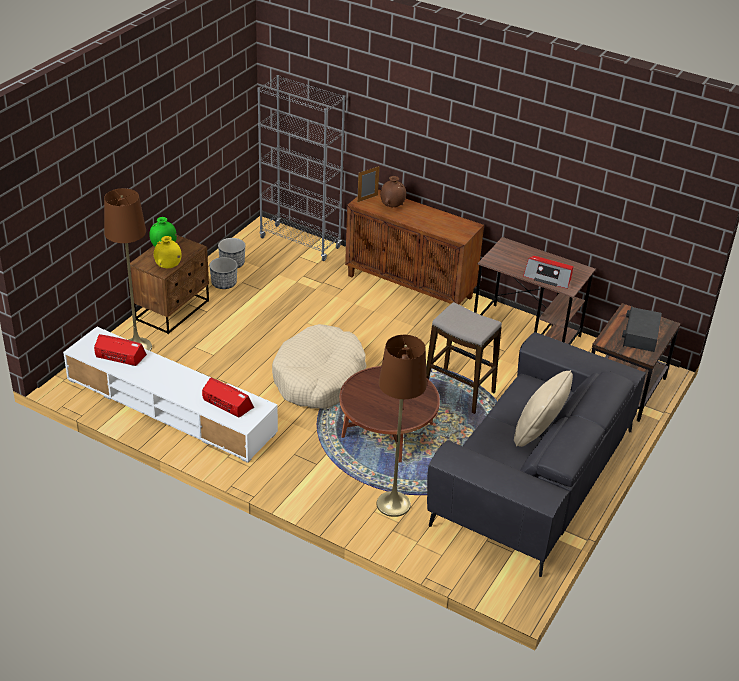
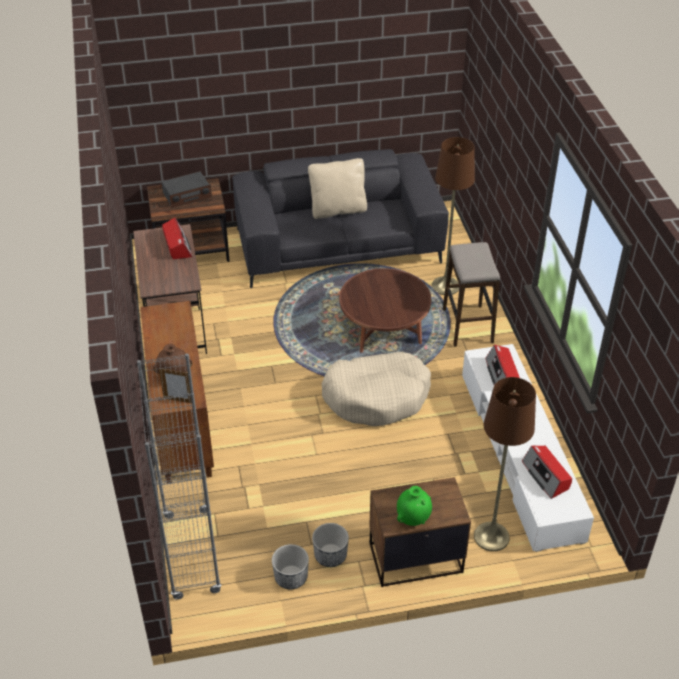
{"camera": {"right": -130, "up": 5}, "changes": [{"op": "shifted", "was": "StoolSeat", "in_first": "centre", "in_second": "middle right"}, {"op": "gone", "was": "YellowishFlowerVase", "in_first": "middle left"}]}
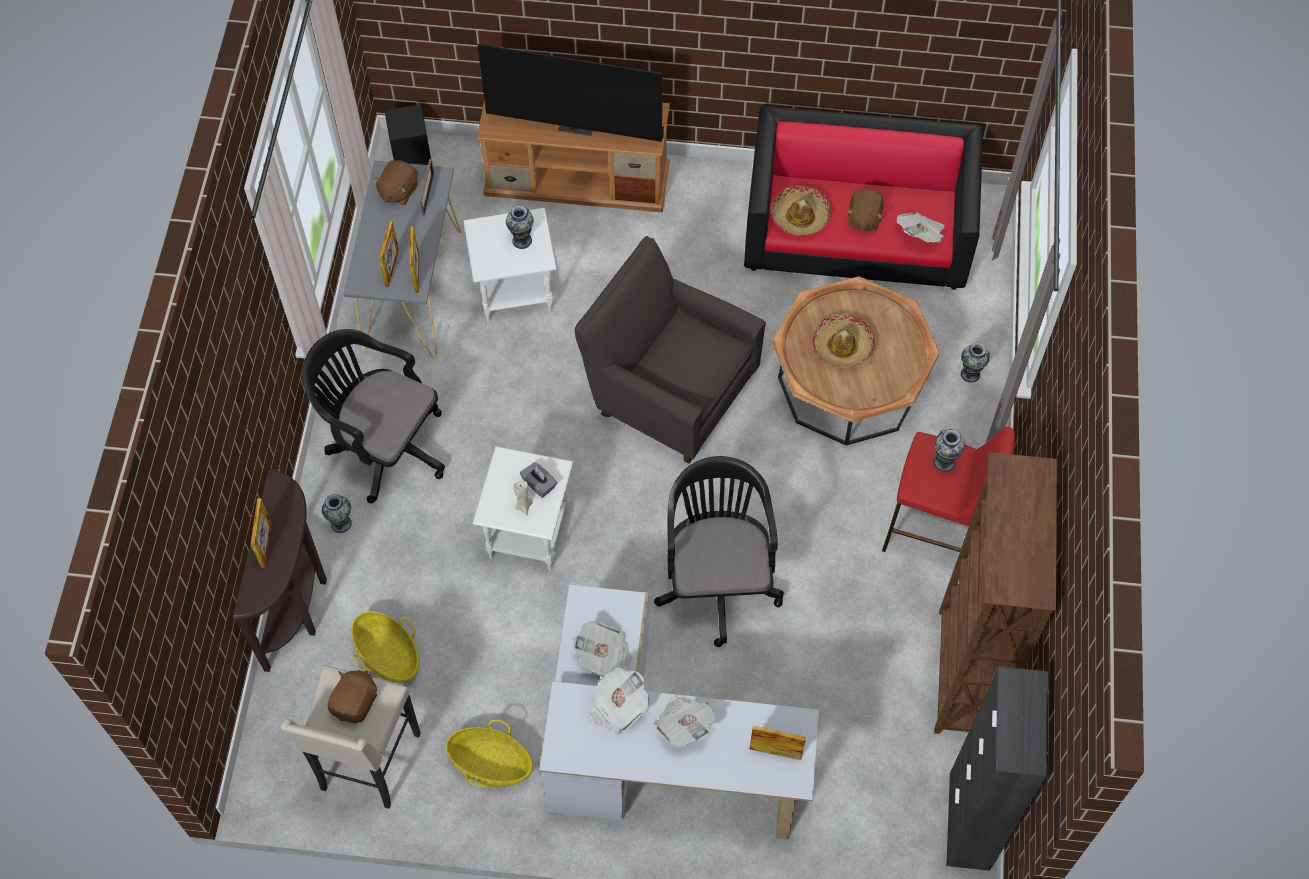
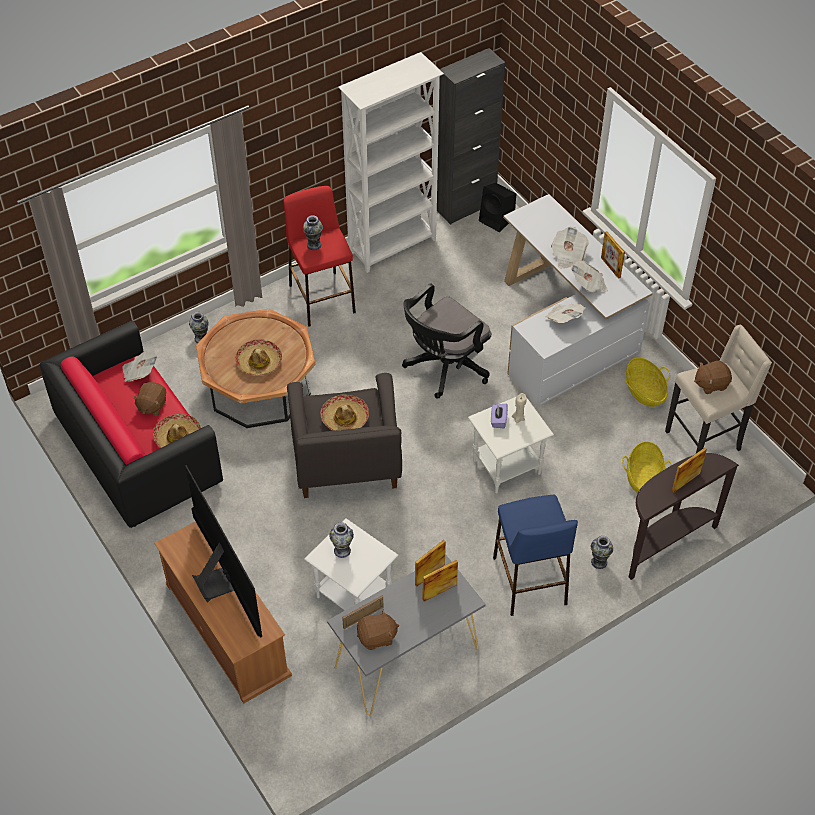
{"camera": {"right": -130, "up": -10}, "changes": [{"op": "rotated", "was": "BrownColouredSoftToy (no. 3 from left in the first image)", "in_first": "top centre", "in_second": "middle left", "clockwise": 135}, {"op": "new", "now": "WearableHat (no. 3 from left)", "in_second": "centre"}, {"op": "repainted", "was": "BrownColouredShelvingUnit", "now": "WhitishShelvingUnit", "in_first": "bottom right", "in_second": "top centre"}, {"op": "shifted", "was": "BlackColouredSpeaker", "in_first": "top left", "in_second": "top centre"}, {"op": "repainted", "was": "GreyTissueHolder", "now": "PurpleColouredTissueHolder", "in_first": "centre", "in_second": "centre"}, {"op": "swapped", "was": "BlackColouredOfficeChair (no. 1 from left)", "now": "BlueStoolSeat", "in_first": "middle left", "in_second": "bottom centre"}, {"op": "shifted", "was": "PhotoFrame (no. 5 from left in the first image)", "now": "PhotoFrame (no. 4 from left)", "in_first": "bottom centre", "in_second": "top right"}]}
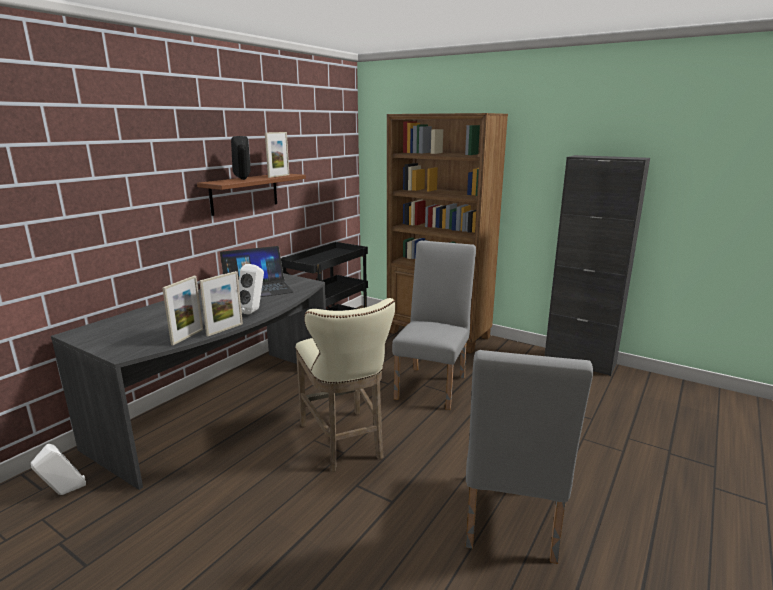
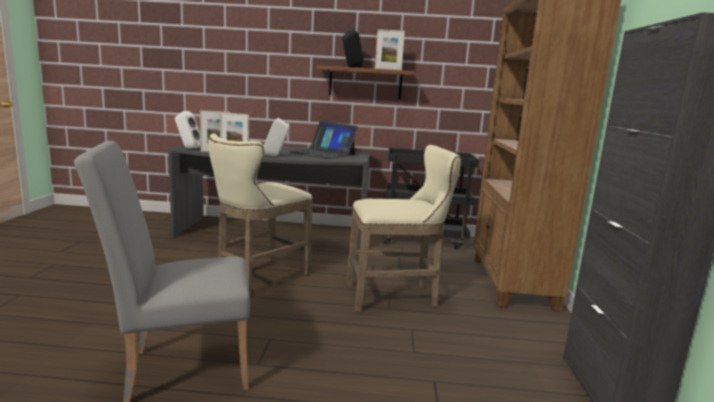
{"camera": {"right": 60, "up": -5}, "changes": [{"op": "shifted", "was": "WhitishSpeaker (no. 1 from left)", "in_first": "bottom left", "in_second": "top left"}, {"op": "swapped", "was": "GreyPlainChair (no. 1 from left)", "now": "BeigeStoolSeat (no. 2 from left)", "in_first": "centre", "in_second": "centre"}]}
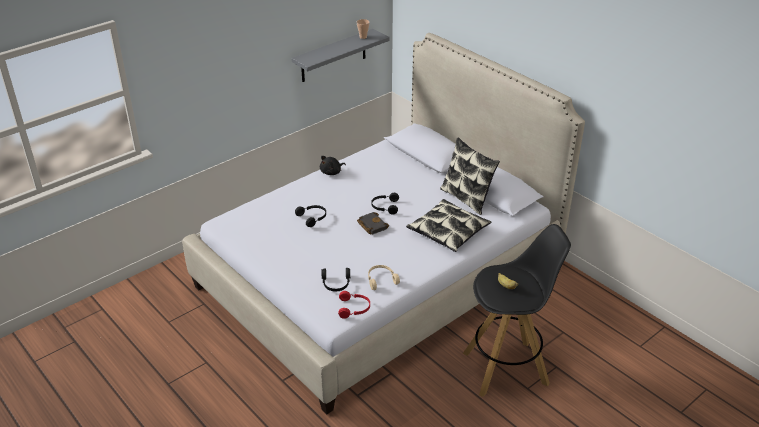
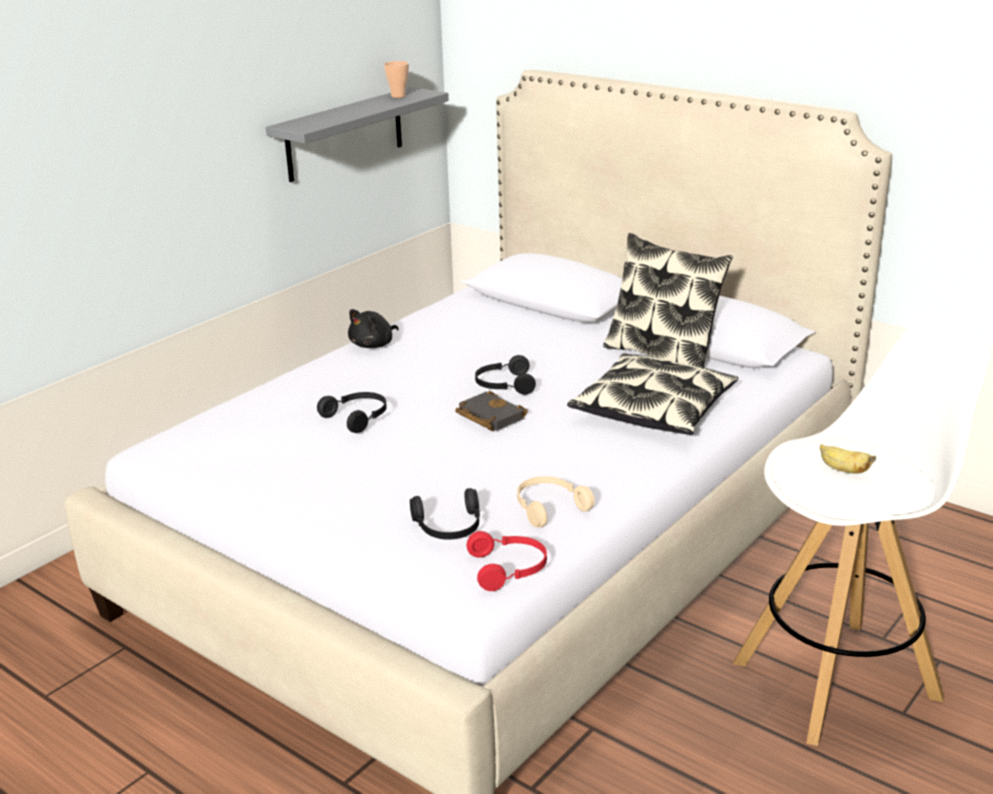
{"camera": {"right": -10, "up": -10}, "changes": [{"op": "repainted", "was": "BlackColouredStoolSeat", "now": "WhitishStoolSeat", "in_first": "bottom right", "in_second": "bottom right"}]}
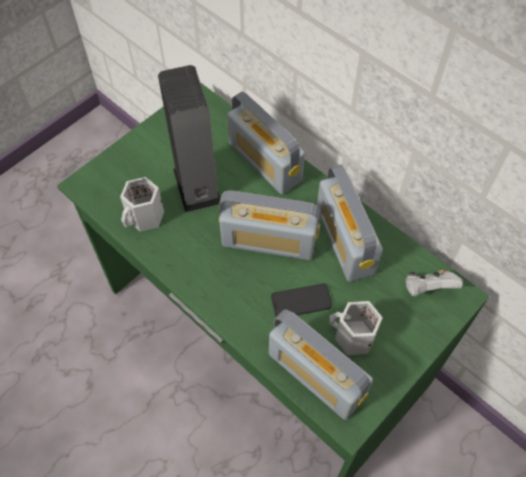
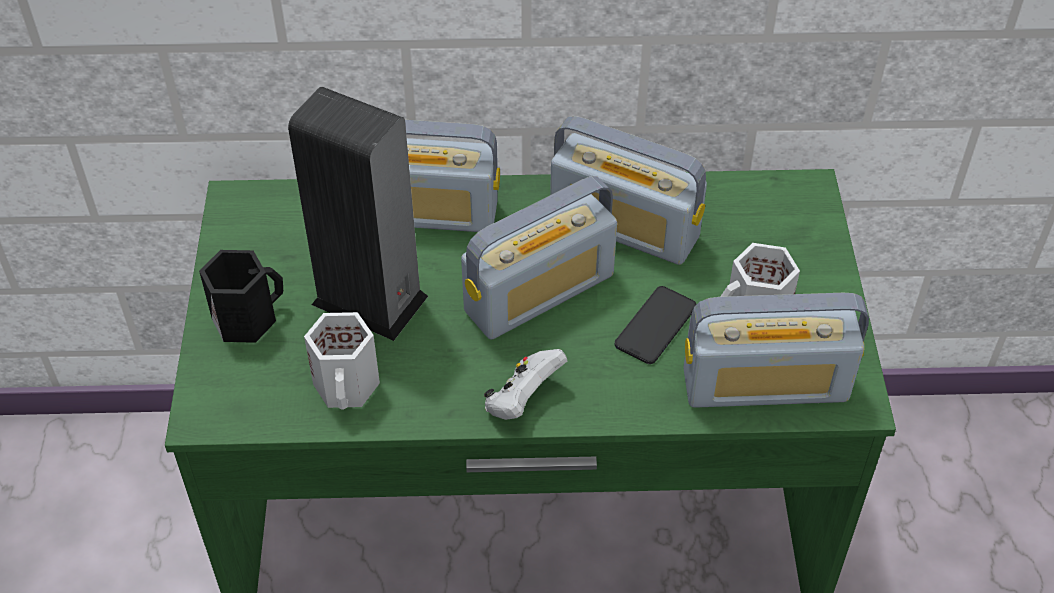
{"camera": {"right": -45, "up": -10}, "changes": [{"op": "new", "now": "BlackColouredCoffeeMug", "in_second": "middle left"}, {"op": "shifted", "was": "WhitishGamepad", "in_first": "middle right", "in_second": "centre"}]}
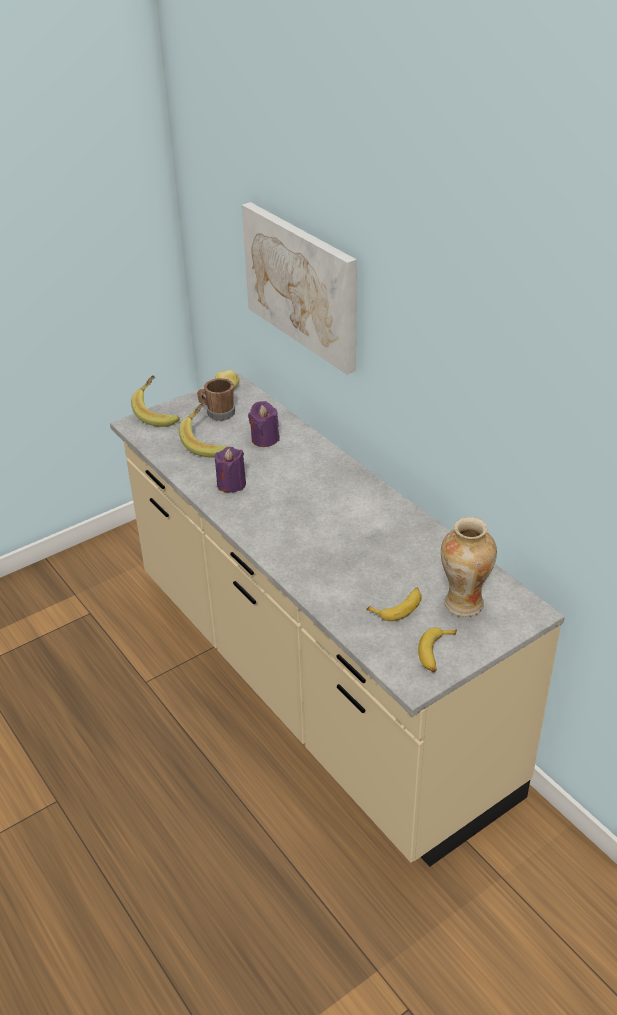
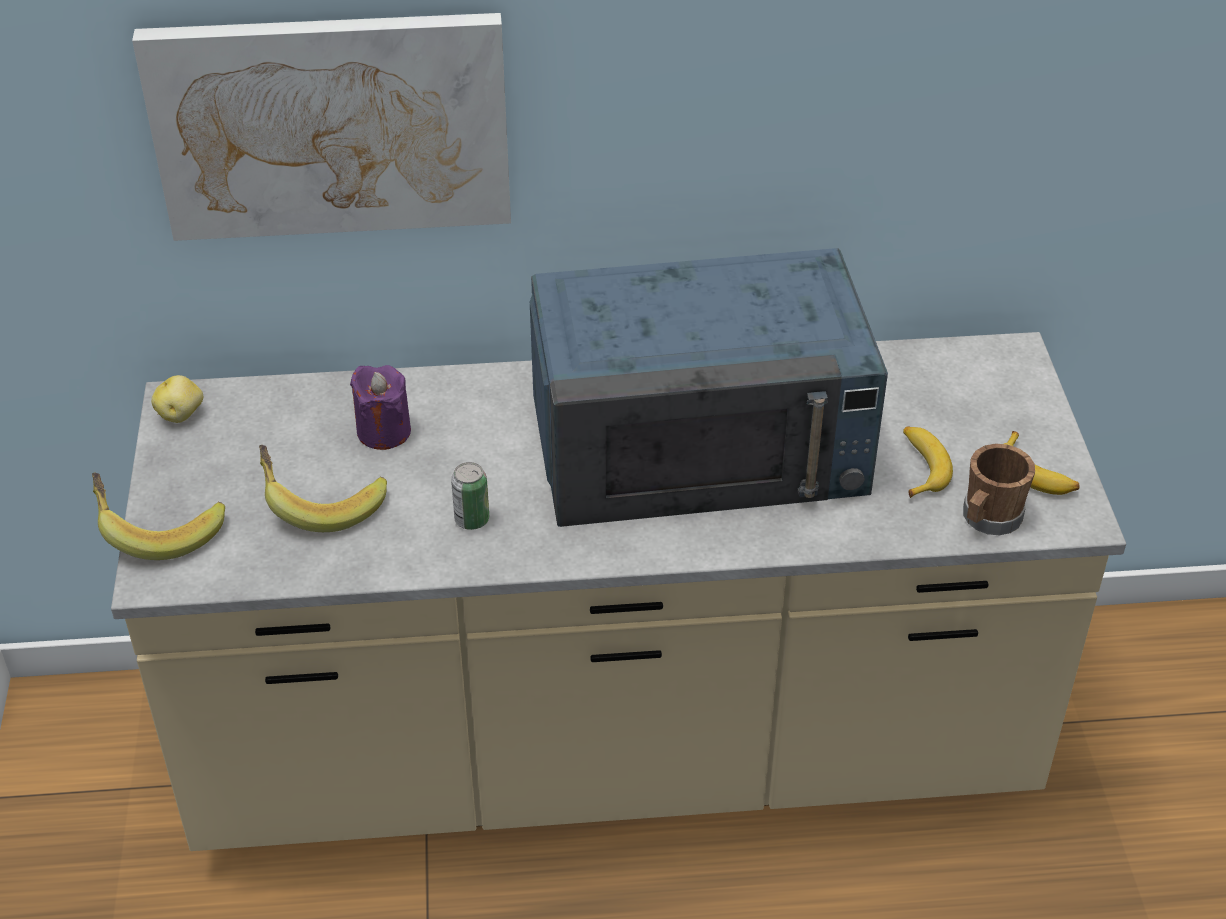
{"camera": {"right": -60, "up": 5}, "changes": [{"op": "swapped", "was": "PurpleColouredCandle (no. 1 from left)", "now": "MetalCan", "in_first": "centre", "in_second": "centre"}, {"op": "new", "now": "BlueKitchenMicrowave", "in_second": "centre"}, {"op": "shifted", "was": "BrownColouredCoffeeMug", "in_first": "centre", "in_second": "middle right"}, {"op": "gone", "was": "FlowerVase", "in_first": "middle right"}]}
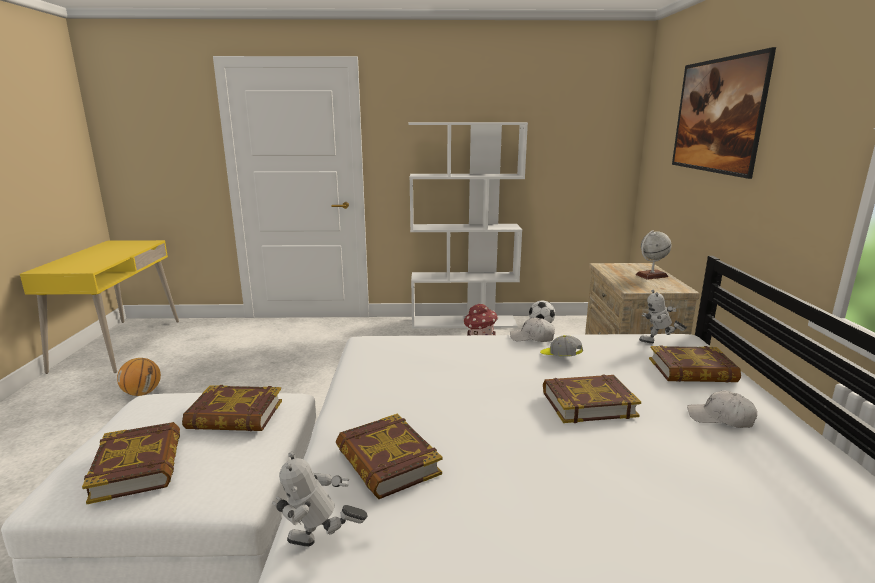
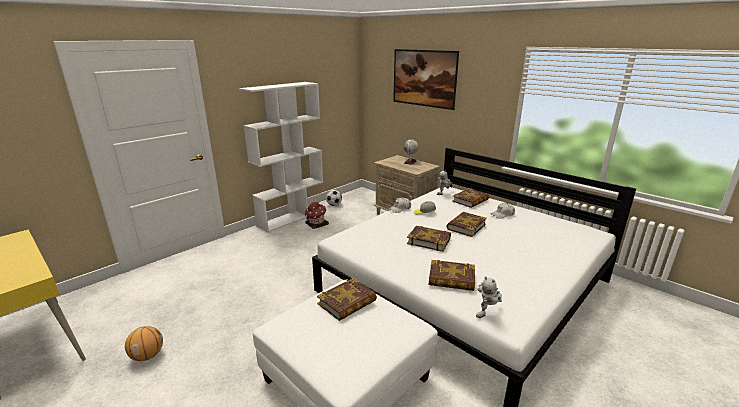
{"camera": {"right": -45, "up": 5}, "changes": [{"op": "shifted", "was": "Book (no. 1 from left in the first image)", "now": "Book (no. 2 from left)", "in_first": "bottom left", "in_second": "centre"}]}
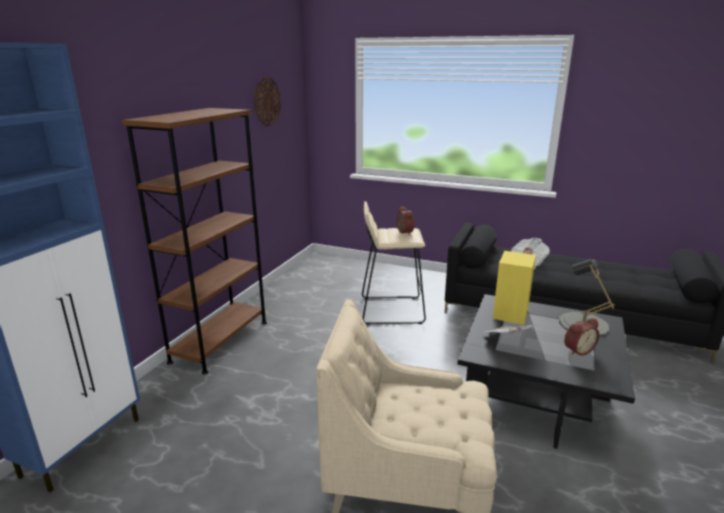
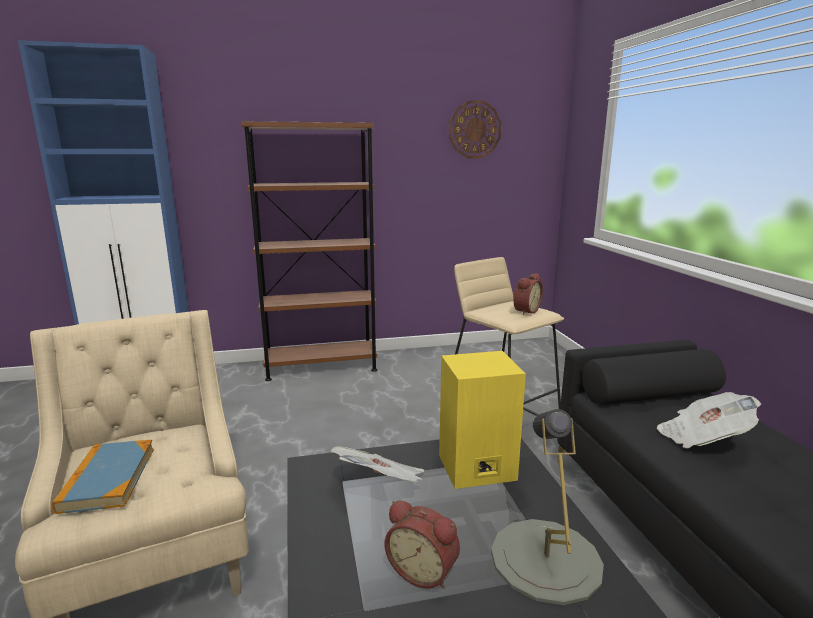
{"camera": {"right": 55, "up": -5}, "changes": [{"op": "new", "now": "Book", "in_second": "bottom left"}]}
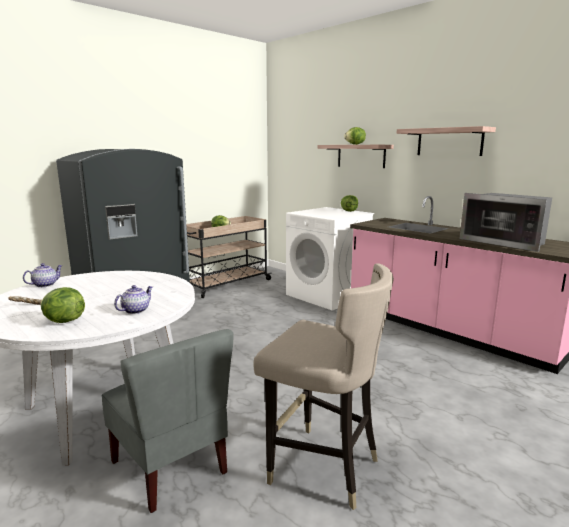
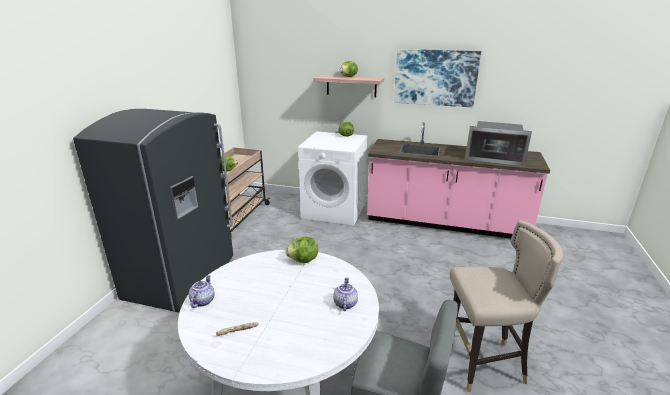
{"camera": {"right": -30, "up": 10}, "changes": [{"op": "shifted", "was": "HeadOfLettuce (no. 1 from left in the first image)", "now": "HeadOfLettuce (no. 2 from left)", "in_first": "middle left", "in_second": "centre"}, {"op": "swapped", "was": "WallShelf (no. 2 from left)", "now": "WallArt", "in_first": "top right", "in_second": "top centre"}]}
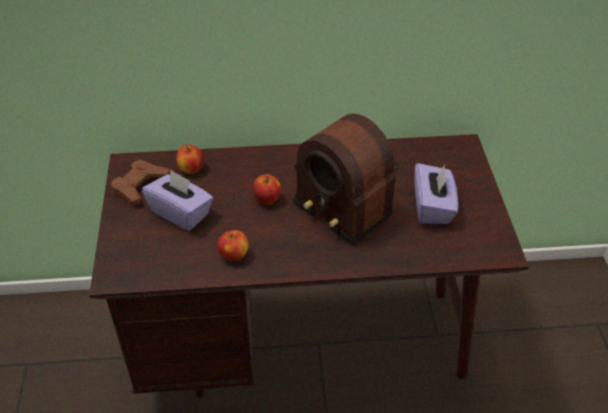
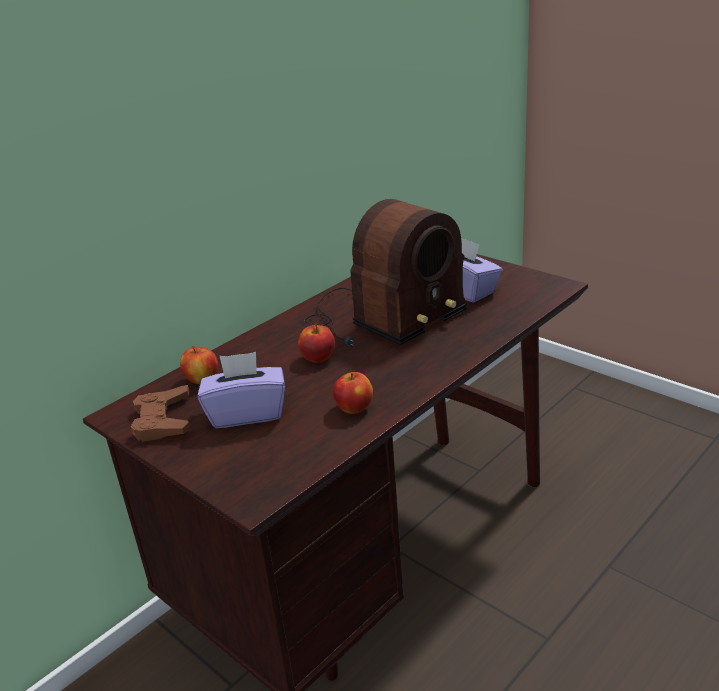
{"camera": {"right": -40, "up": -15}, "changes": [{"op": "rotated", "was": "RadioReceiver", "in_first": "centre", "in_second": "centre", "clockwise": -45}]}
